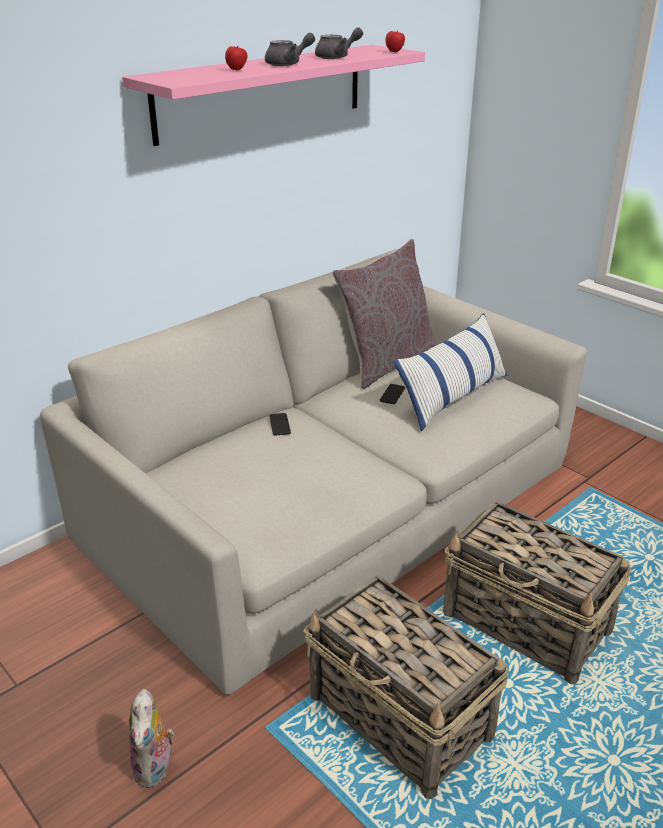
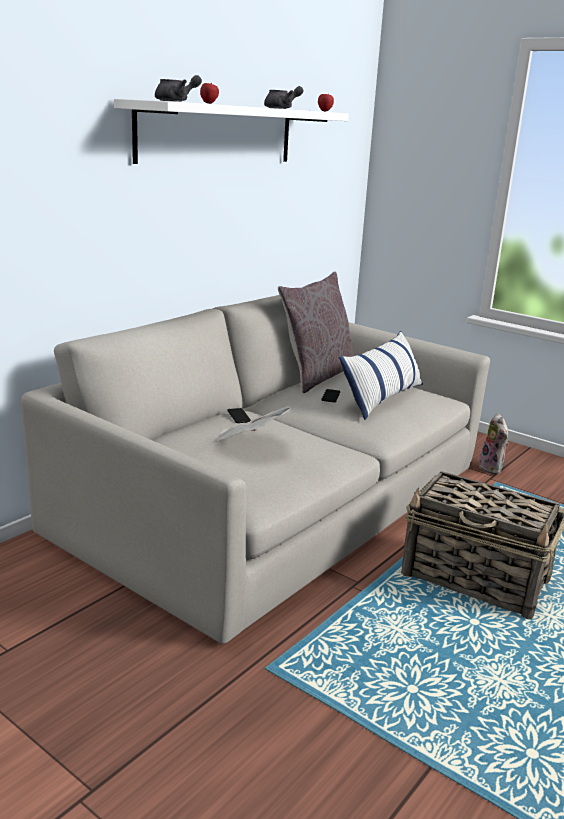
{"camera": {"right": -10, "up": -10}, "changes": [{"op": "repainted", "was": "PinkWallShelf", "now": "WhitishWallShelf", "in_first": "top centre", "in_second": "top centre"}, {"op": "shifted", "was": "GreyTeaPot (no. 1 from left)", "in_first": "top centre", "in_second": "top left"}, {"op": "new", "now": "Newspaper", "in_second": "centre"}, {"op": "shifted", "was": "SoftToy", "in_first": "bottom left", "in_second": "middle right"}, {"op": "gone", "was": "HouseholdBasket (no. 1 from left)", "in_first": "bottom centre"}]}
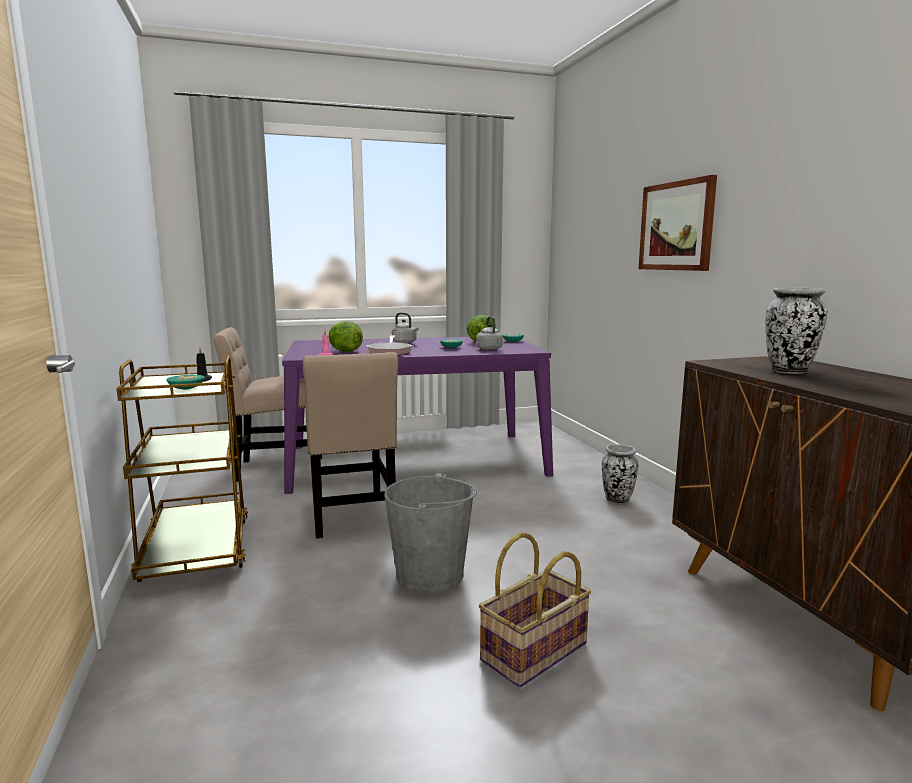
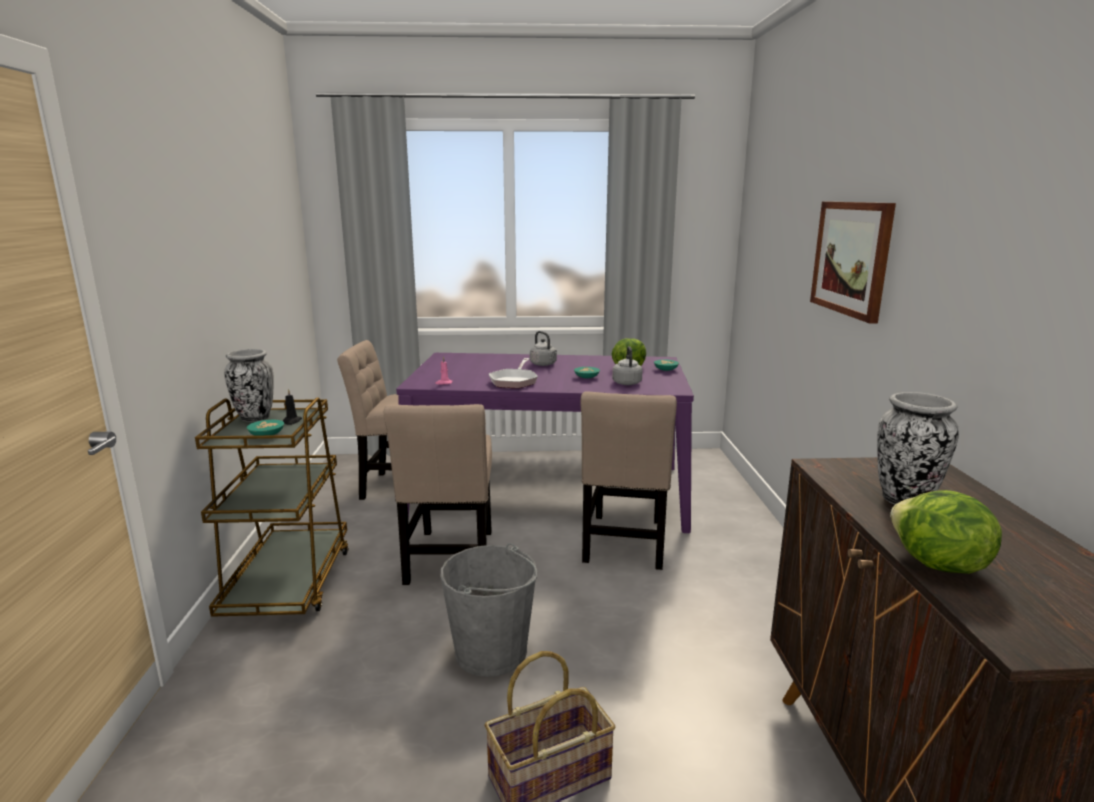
{"camera": {"right": 15, "up": 5}, "changes": [{"op": "shifted", "was": "FlowerVase (no. 1 from left)", "in_first": "middle right", "in_second": "middle left"}, {"op": "new", "now": "BeigePlainChair (no. 3 from left)", "in_second": "centre"}, {"op": "shifted", "was": "HeadOfLettuce (no. 1 from left in the first image)", "now": "HeadOfLettuce (no. 2 from left)", "in_first": "centre", "in_second": "middle right"}]}
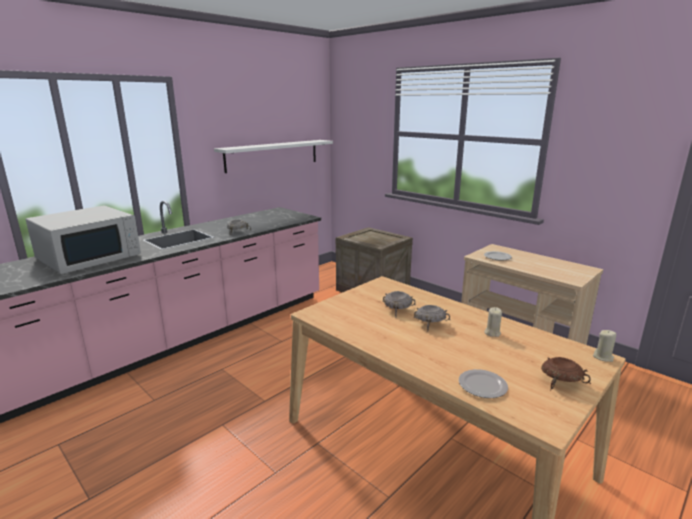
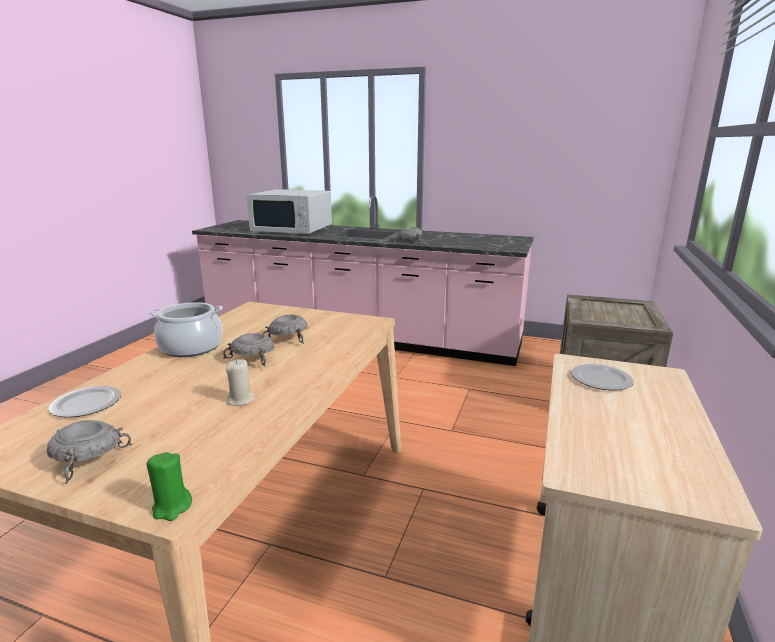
{"camera": {"right": 65, "up": 0}, "changes": [{"op": "repainted", "was": "BrownColouredBowl", "now": "GreyBowl (no. 1 from left)", "in_first": "bottom right", "in_second": "bottom left"}, {"op": "repainted", "was": "BeigeCandle (no. 2 from left)", "now": "GreenCandle", "in_first": "bottom right", "in_second": "bottom left"}, {"op": "new", "now": "Stockpot", "in_second": "middle left"}, {"op": "gone", "was": "WhitishWallShelf", "in_first": "top centre"}]}
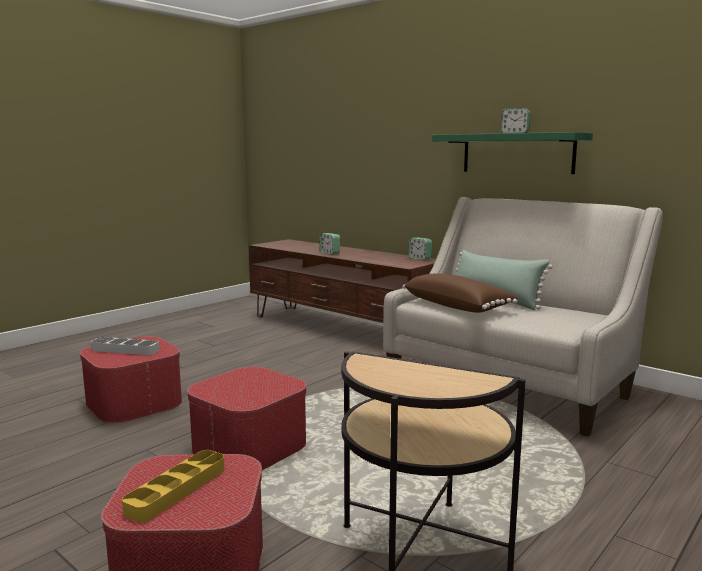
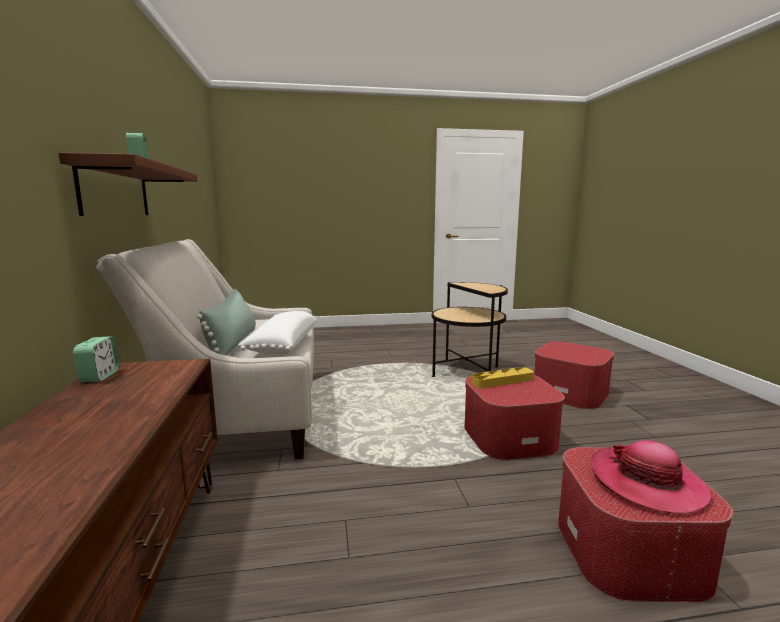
{"camera": {"right": -140, "up": 0}, "changes": [{"op": "repainted", "was": "GreenWallShelf", "now": "BrownColouredWallShelf", "in_first": "top right", "in_second": "top left"}, {"op": "repainted", "was": "BrownColouredPillow", "now": "WhitishPillow", "in_first": "centre", "in_second": "centre"}, {"op": "shifted", "was": "YellowishCarryingTray", "in_first": "bottom left", "in_second": "centre"}, {"op": "swapped", "was": "GreyCarryingTray", "now": "WearableHat", "in_first": "middle left", "in_second": "bottom right"}, {"op": "gone", "was": "TableClock (no. 1 from left)", "in_first": "centre"}]}
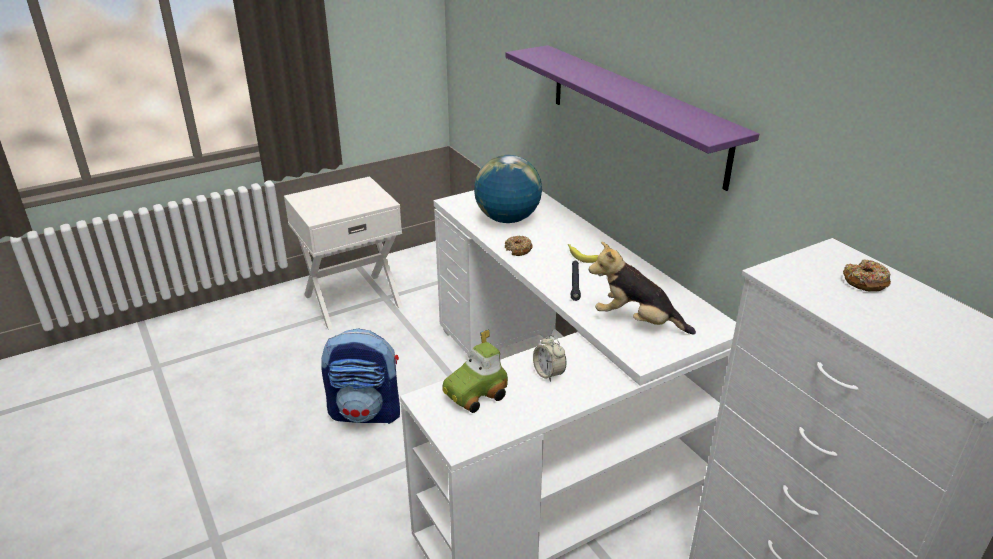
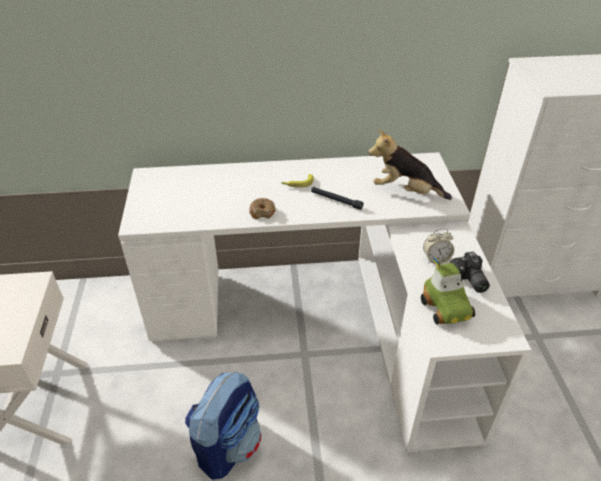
{"camera": {"right": -65, "up": 10}, "changes": [{"op": "rotated", "was": "SoftToy", "in_first": "centre", "in_second": "middle right", "clockwise": 60}, {"op": "new", "now": "PhotoCamera", "in_second": "middle right"}, {"op": "gone", "was": "WorldGlobe", "in_first": "centre"}, {"op": "gone", "was": "PurpleColouredWallShelf", "in_first": "top centre"}, {"op": "gone", "was": "RingDoughnut (no. 2 from left)", "in_first": "middle right"}]}
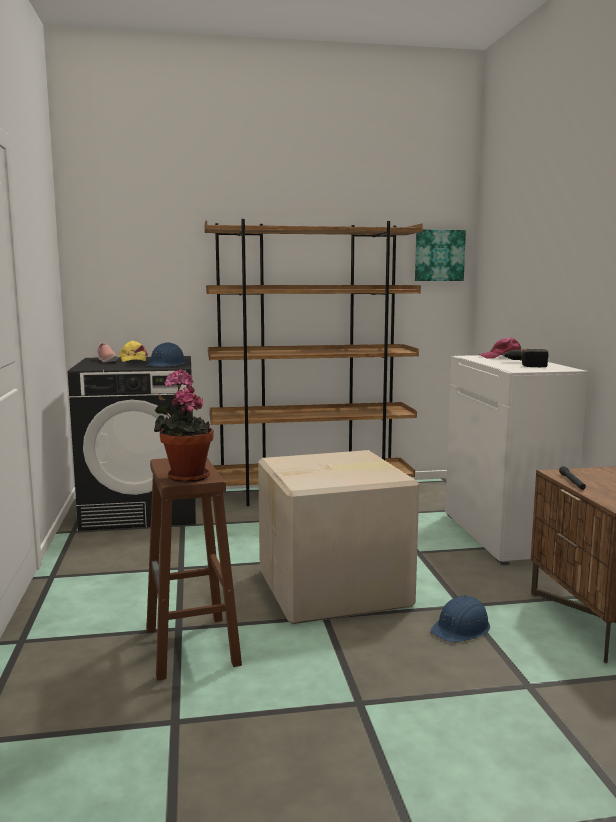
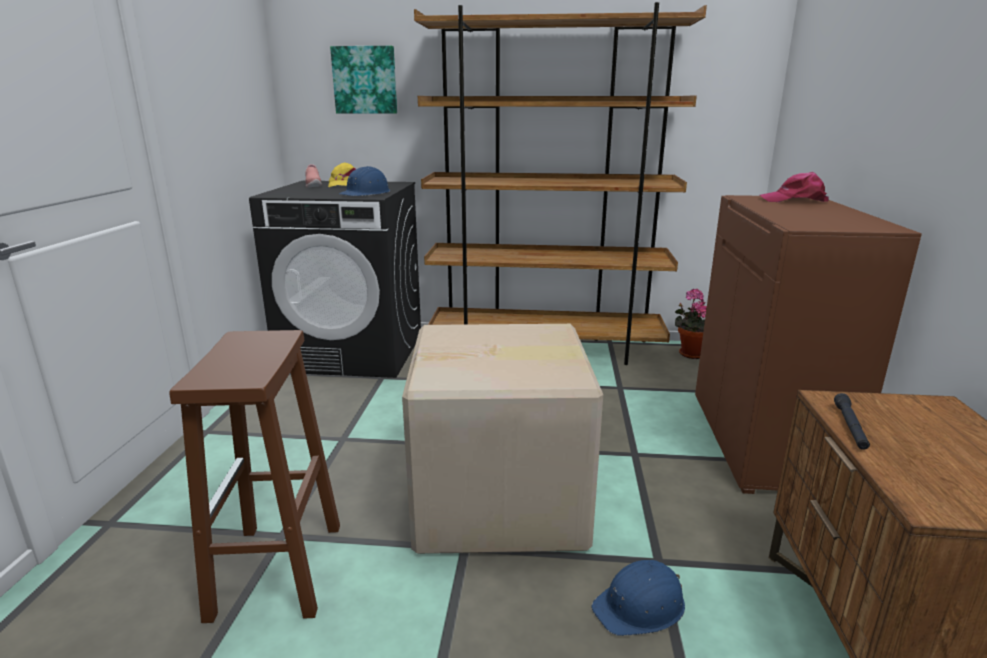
{"camera": {"right": 15, "up": 10}, "changes": [{"op": "shifted", "was": "WallArt", "in_first": "top right", "in_second": "top centre"}, {"op": "shifted", "was": "PottedPlant", "in_first": "middle left", "in_second": "middle right"}, {"op": "repainted", "was": "WhitishCupboard", "now": "BrownColouredCupboard", "in_first": "middle right", "in_second": "middle right"}, {"op": "gone", "was": "ElectricDrill", "in_first": "middle right"}]}
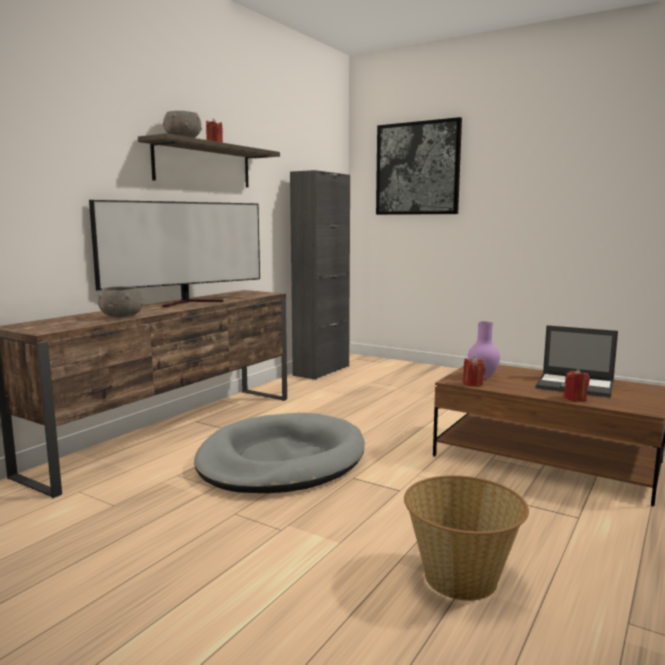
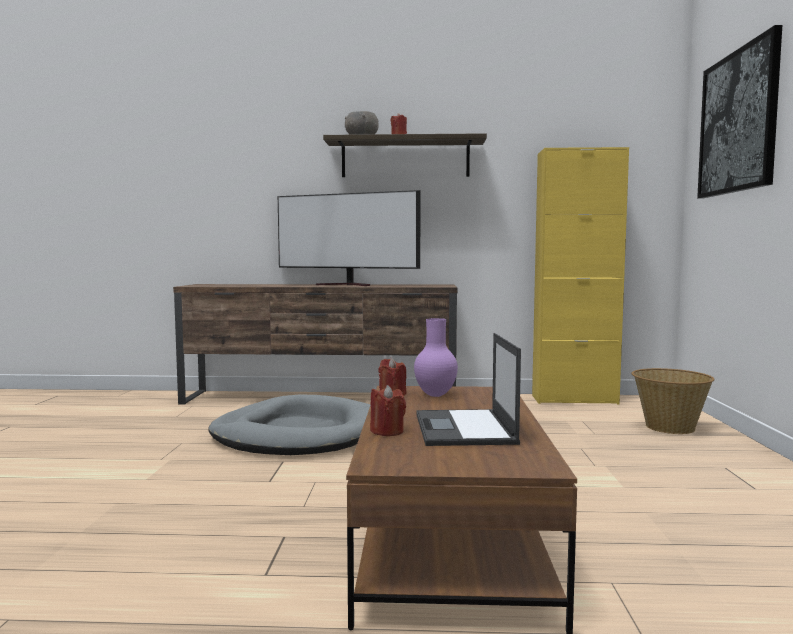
{"camera": {"right": 60, "up": -5}, "changes": [{"op": "repainted", "was": "BlackColouredCupboard", "now": "YellowishCupboard", "in_first": "centre", "in_second": "middle right"}, {"op": "shifted", "was": "HouseholdBasket", "in_first": "bottom right", "in_second": "middle right"}, {"op": "gone", "was": "GreyBowl (no. 1 from left)", "in_first": "middle left"}]}
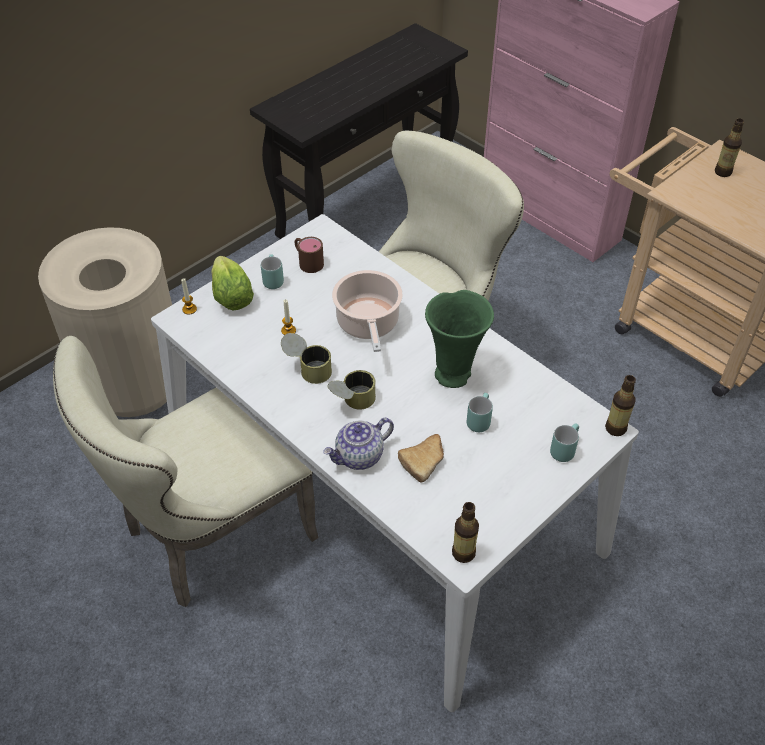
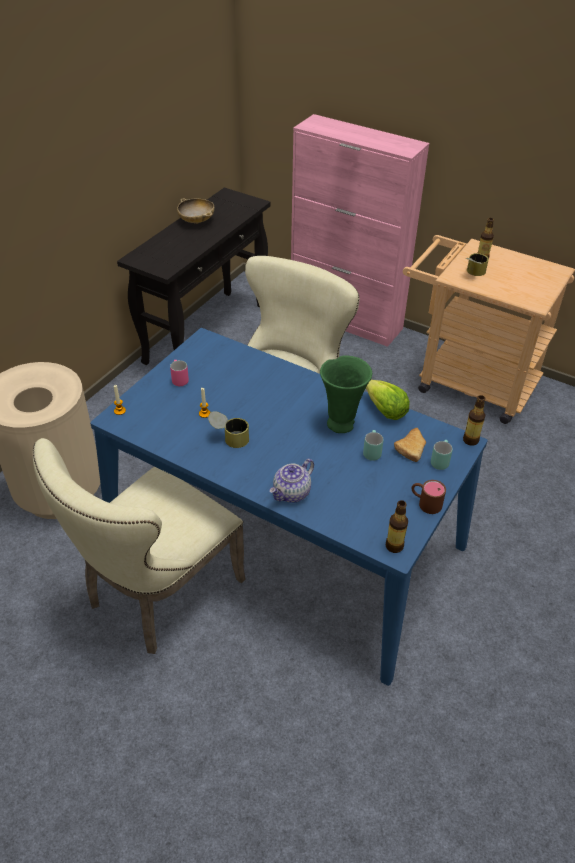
{"camera": {"right": -15, "up": -5}, "changes": [{"op": "repainted", "was": "WhitishKitchenTable", "now": "BlueKitchenTable", "in_first": "centre", "in_second": "centre"}, {"op": "repainted", "was": "BlueGreenCoffeeMug (no. 1 from left)", "now": "PinkCoffeeMug", "in_first": "centre", "in_second": "middle left"}, {"op": "new", "now": "BeigeBowl", "in_second": "top centre"}, {"op": "shifted", "was": "HeadOfLettuce", "in_first": "middle left", "in_second": "middle right"}, {"op": "shifted", "was": "BakedBread", "in_first": "centre", "in_second": "middle right"}, {"op": "shifted", "was": "BrownColouredCoffeeMug", "in_first": "centre", "in_second": "middle right"}, {"op": "shifted", "was": "MetalCan (no. 2 from left)", "in_first": "centre", "in_second": "top right"}, {"op": "gone", "was": "Stockpot", "in_first": "centre"}]}
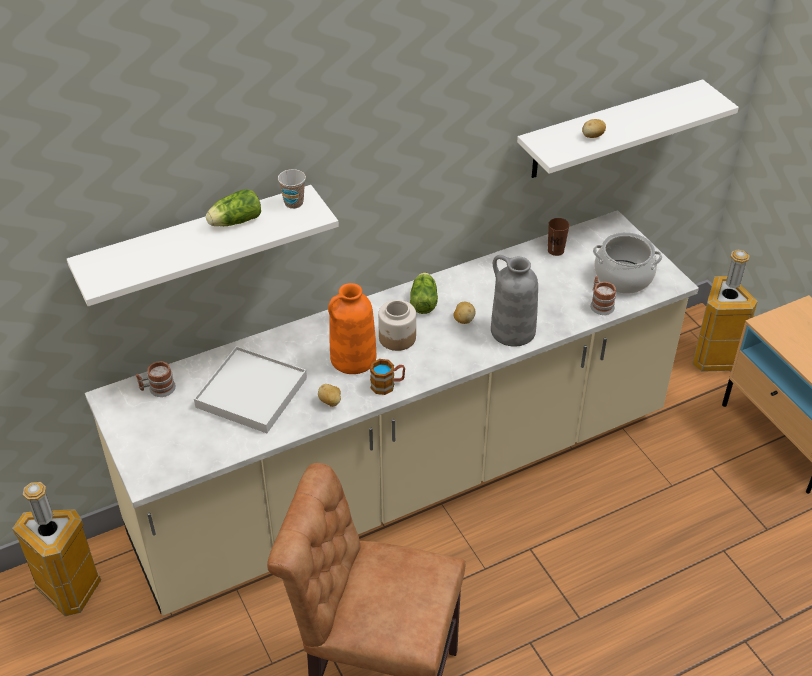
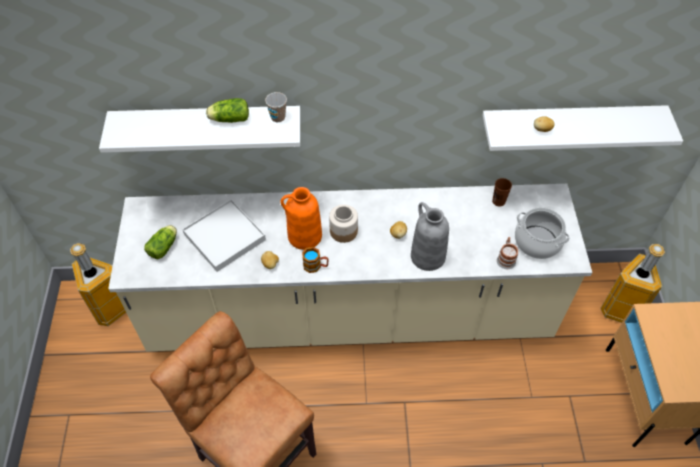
{"camera": {"right": 25, "up": 10}, "changes": [{"op": "shifted", "was": "HeadOfLettuce (no. 2 from left in the first image)", "now": "HeadOfLettuce (no. 1 from left)", "in_first": "centre", "in_second": "middle left"}, {"op": "gone", "was": "CoffeeMug (no. 1 from left)", "in_first": "middle left"}]}
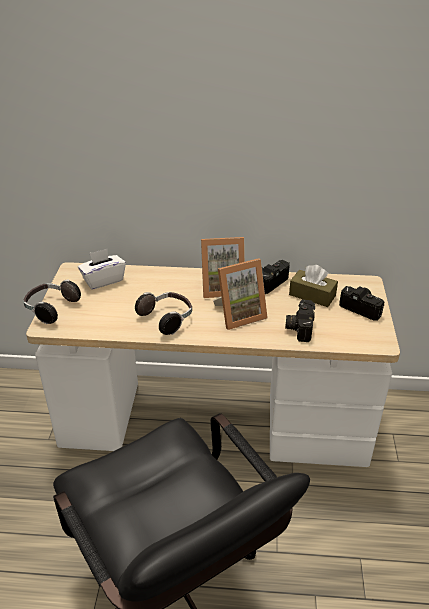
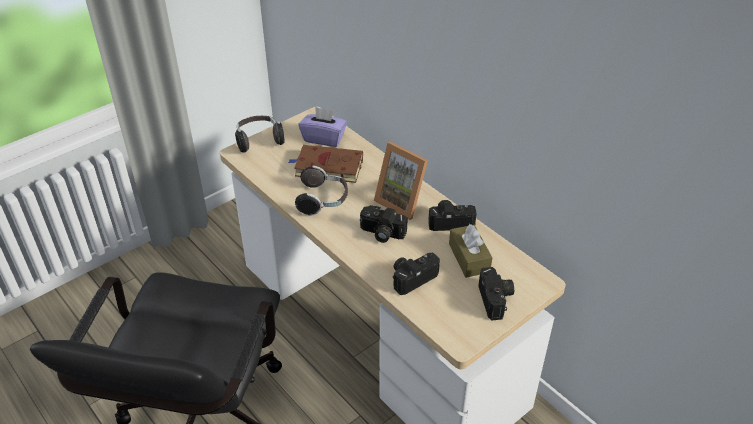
{"camera": {"right": 45, "up": 5}, "changes": [{"op": "new", "now": "BrownColouredBook", "in_second": "centre"}, {"op": "repainted", "was": "WhitishTissueHolder", "now": "PurpleColouredTissueHolder", "in_first": "middle left", "in_second": "top centre"}, {"op": "swapped", "was": "PhotoFrame (no. 2 from left)", "now": "PhotoCamera (no. 1 from left)", "in_first": "centre", "in_second": "centre"}]}
